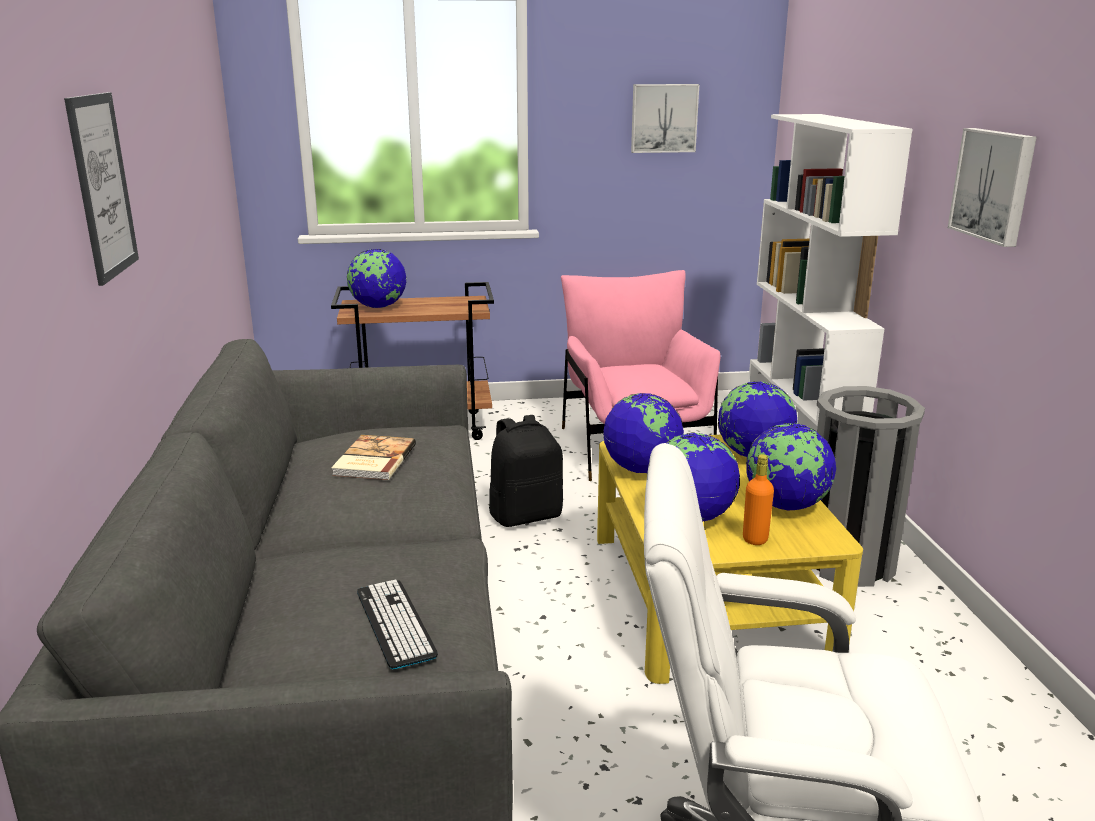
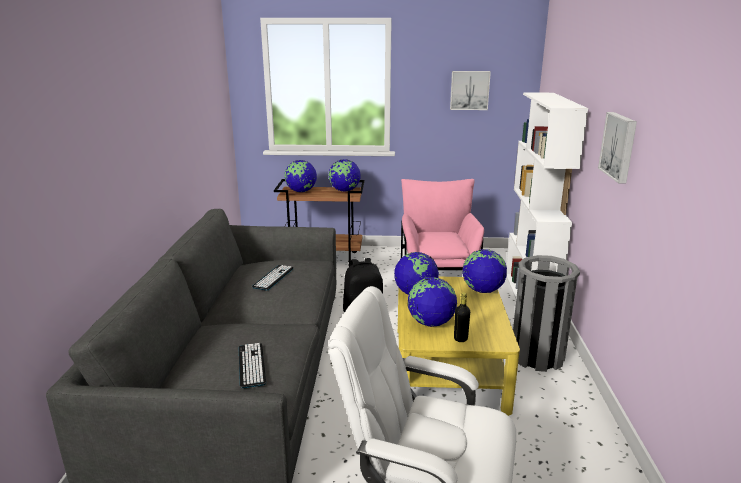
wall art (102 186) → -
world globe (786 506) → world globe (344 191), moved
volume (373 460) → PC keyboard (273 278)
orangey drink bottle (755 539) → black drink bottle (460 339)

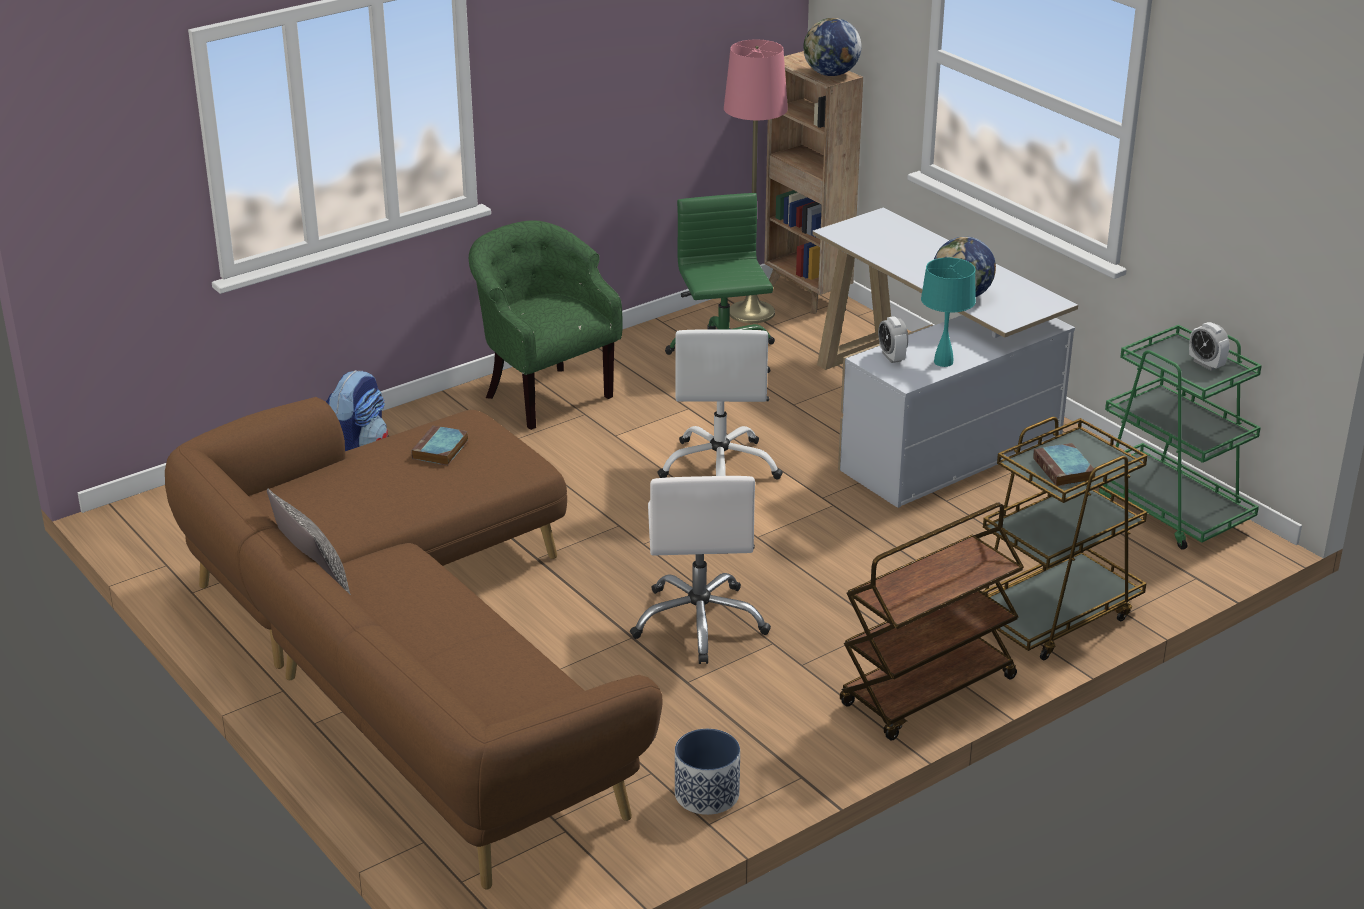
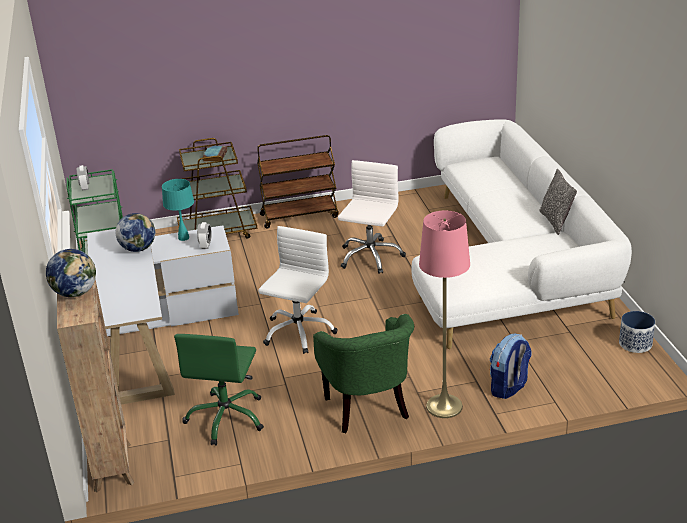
volume (440 450) → -
plant pot (706 794) → plant pot (635 344), moved
pinkish standard lamp (751 312) → pinkish standard lamp (444 406), moved
brownish settee (410 660) → white settee (511 264)

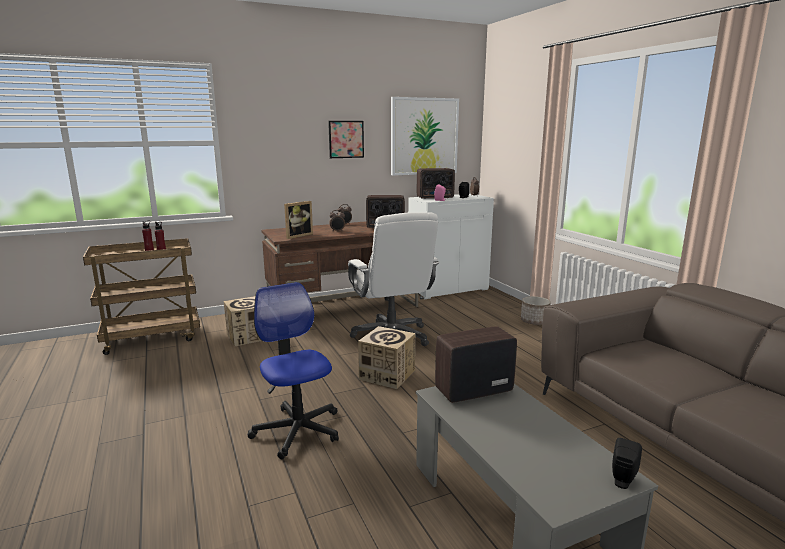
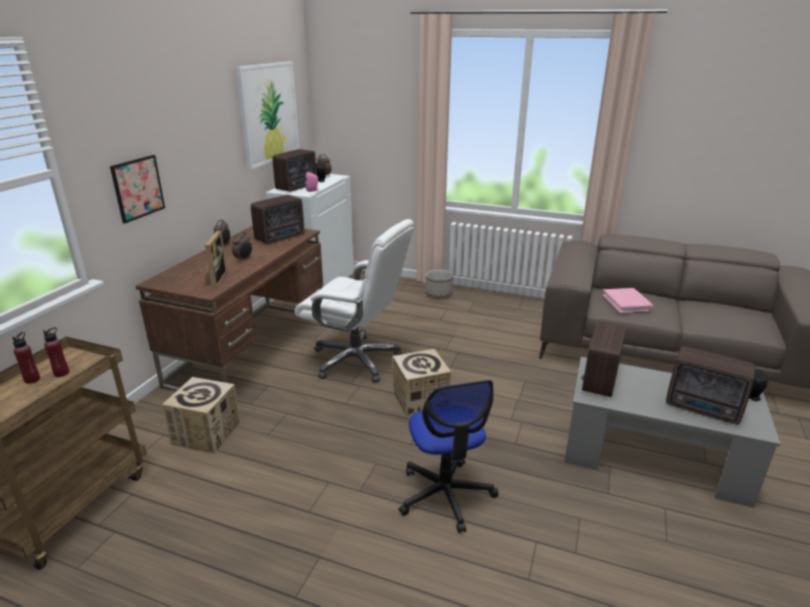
- → pinkish volume (627 303)
- → radio (704 409)
wall art (346 139) → wall art (138 188), moved
office chair (297 430) → office chair (445 495), 120 degrees counterclockwise

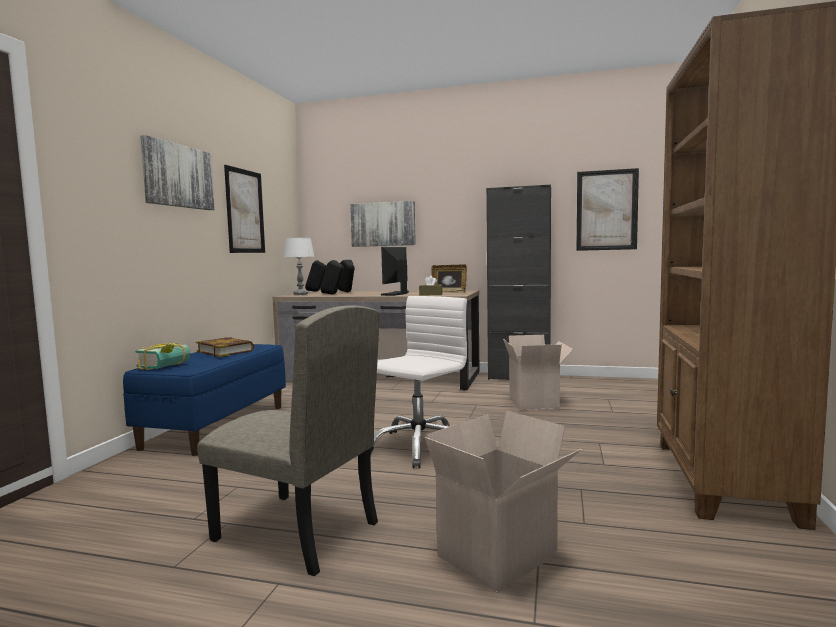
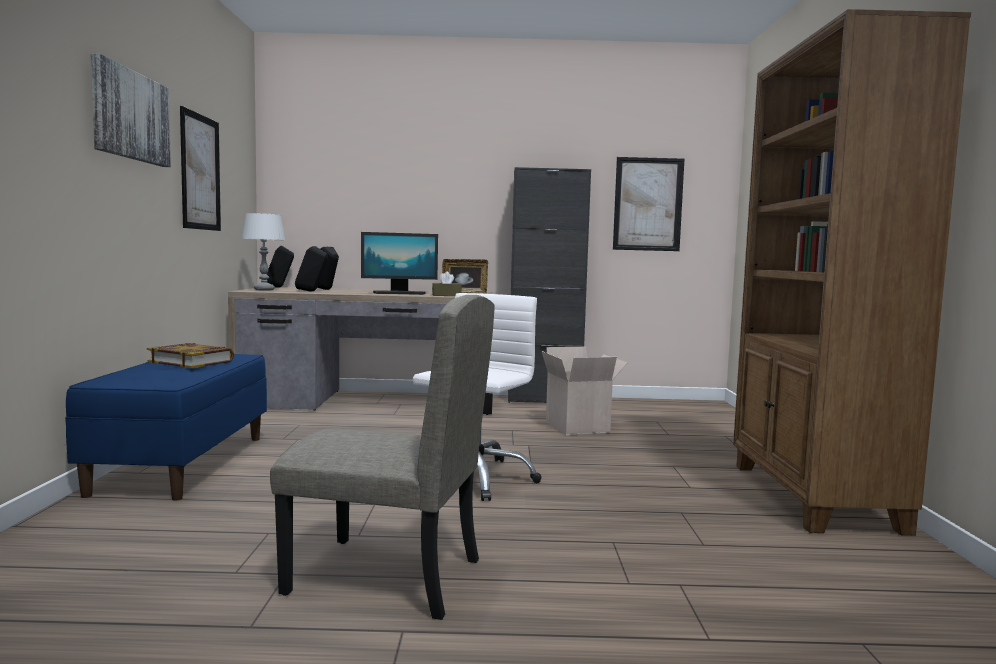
volume (167 366) → -
wall art (383 224) → -
cardboard box (499 557) → -
computer screen (396 294) → computer screen (399 293), 105 degrees counterclockwise

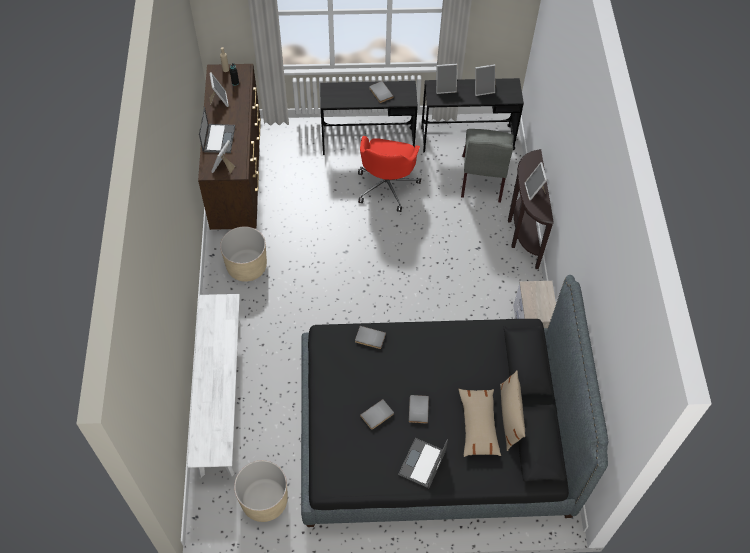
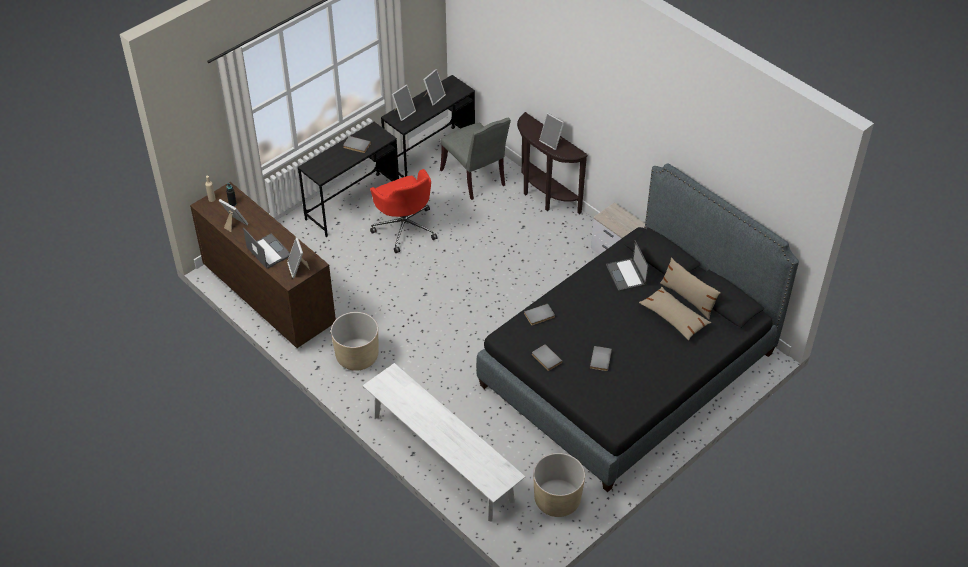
portable computer (422 463) → portable computer (626 275), moved
grey volume (417 409) → grey volume (545 359), moved

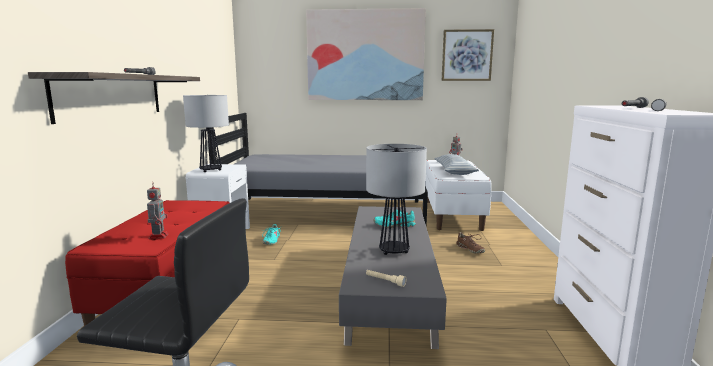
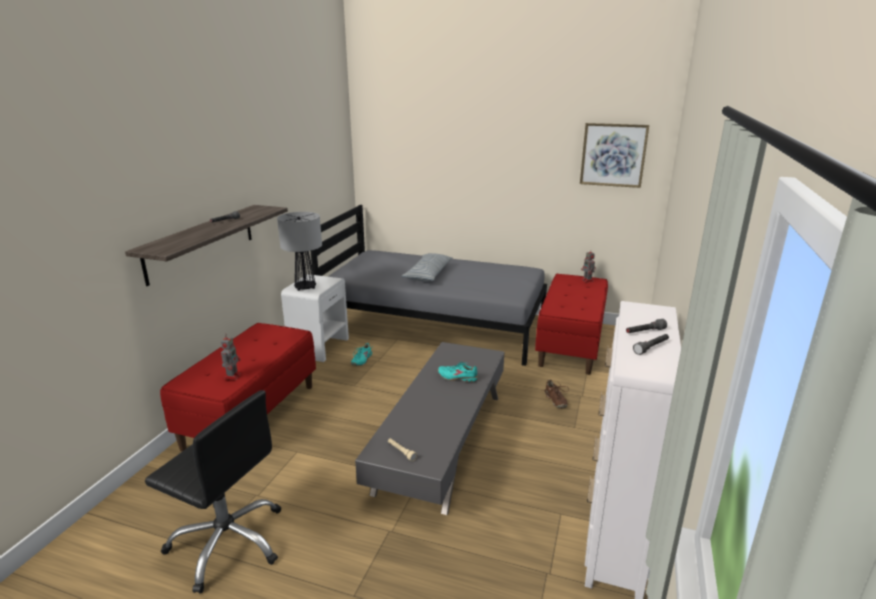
wall art (365 55) → -
tabletop lamp (394 251) → -
cushion (454 171) → cushion (428 274), moved
white long seat (452 214) → red-coloured long seat (570 344)

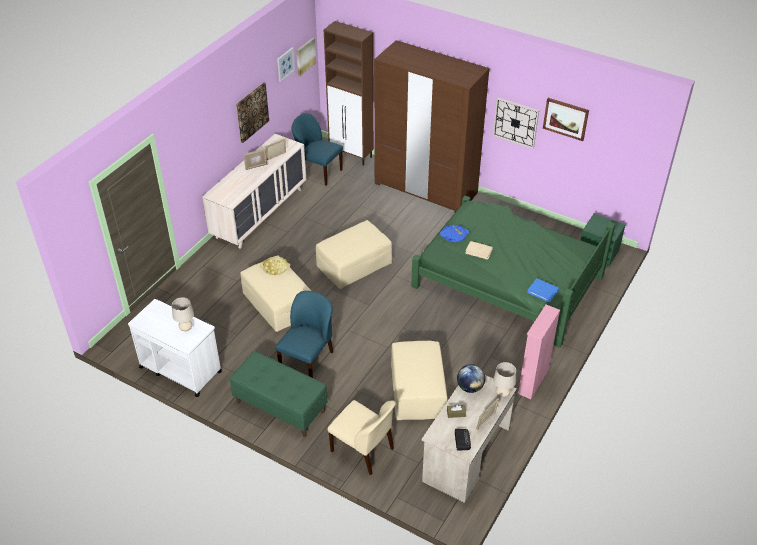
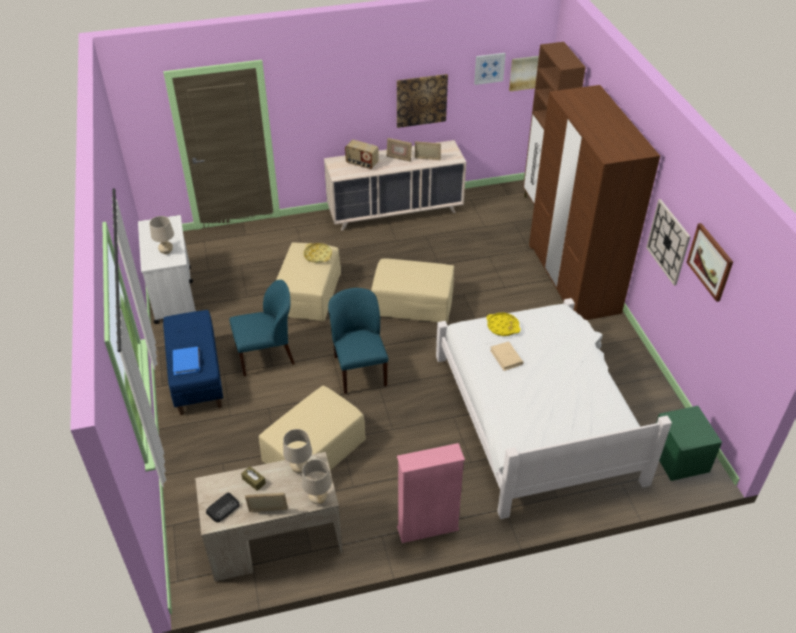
sand-coloured chair (363 450) → -
- → radio (361 164)
bluish chair (318 172) → bluish chair (359 370), moved
bluish volume (542 291) → bluish volume (187 362), moved
world globe (470 387) → sand-coloured tabletop lamp (299 468)
greenish long seat (280 407) → bluish long seat (196 377)
greenish bedroom bed (507 280) → white bedroom bed (536 415)
bluish serving tray (454 235) → yellowish serving tray (503 327)

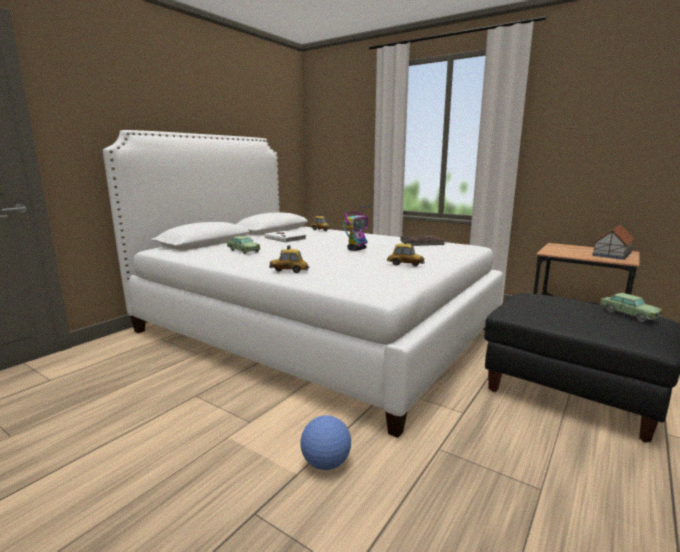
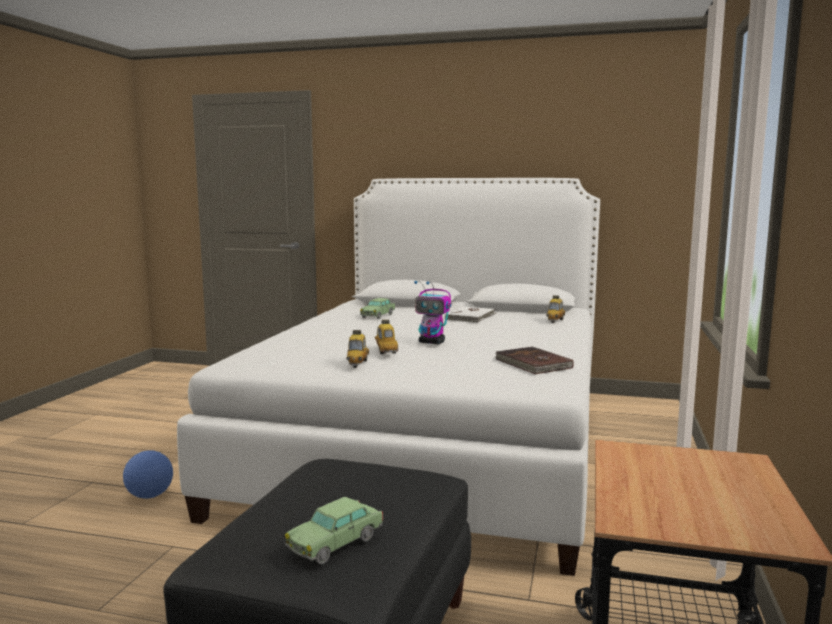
model house (612 254) → -
miniature car (289 271) → miniature car (385 351), moved

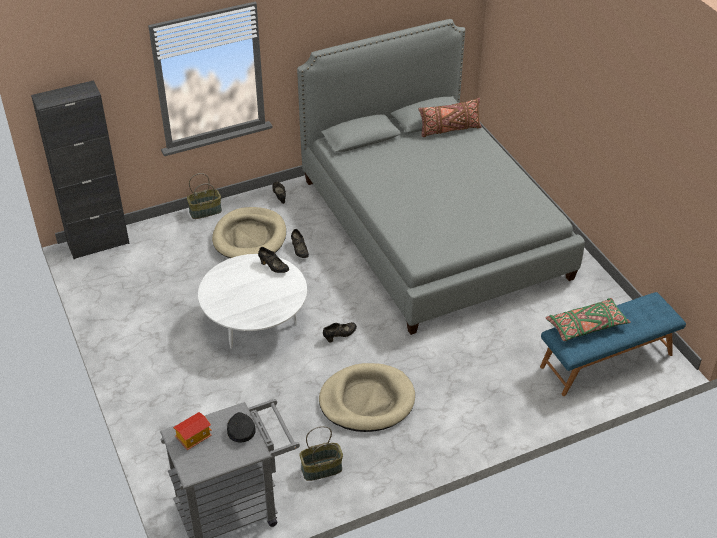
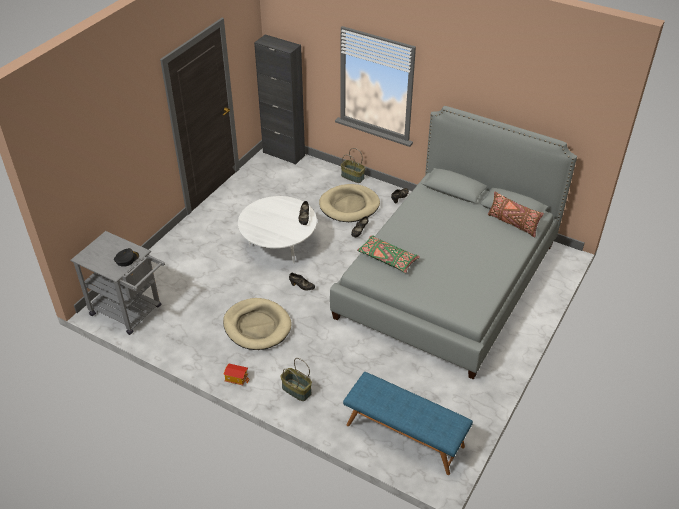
model house (193 437) → model house (237 378), moved
basket (321 469) → basket (296 390), moved
greenish cushion (586 326) → greenish cushion (387 258), moved

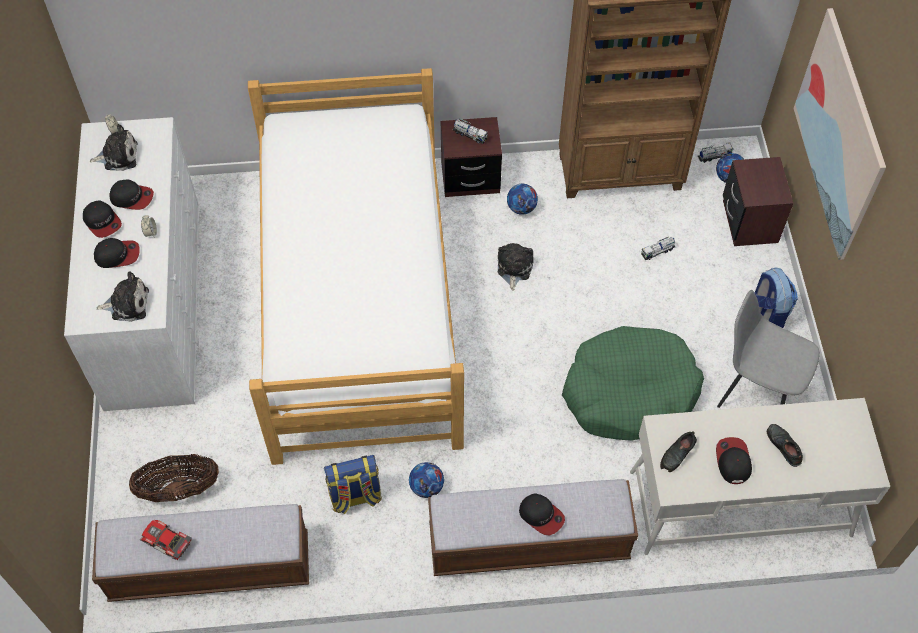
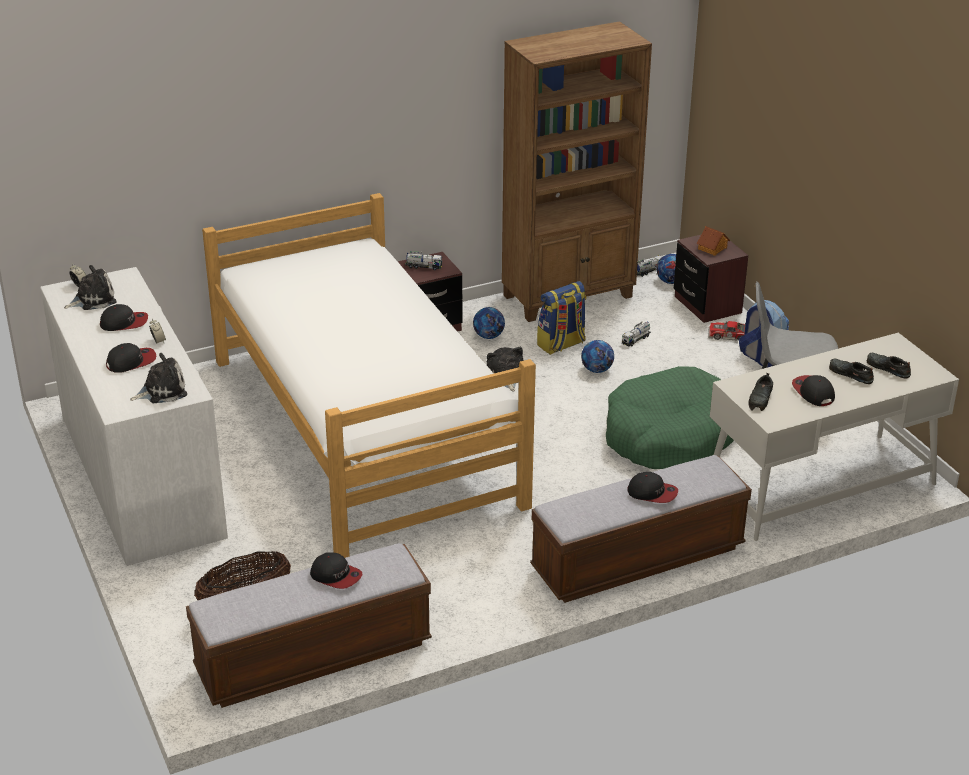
wall art (839 134) → -
- → model house (712 248)
- → black item of footwear (887 368)
baseball cap (102 222) → baseball cap (336 576), moved
miniature car (166 542) → miniature car (728 336), moved
knapsack (355 496) → knapsack (561 345), moved
ball for football (426 487) → ball for football (597 370), moved

